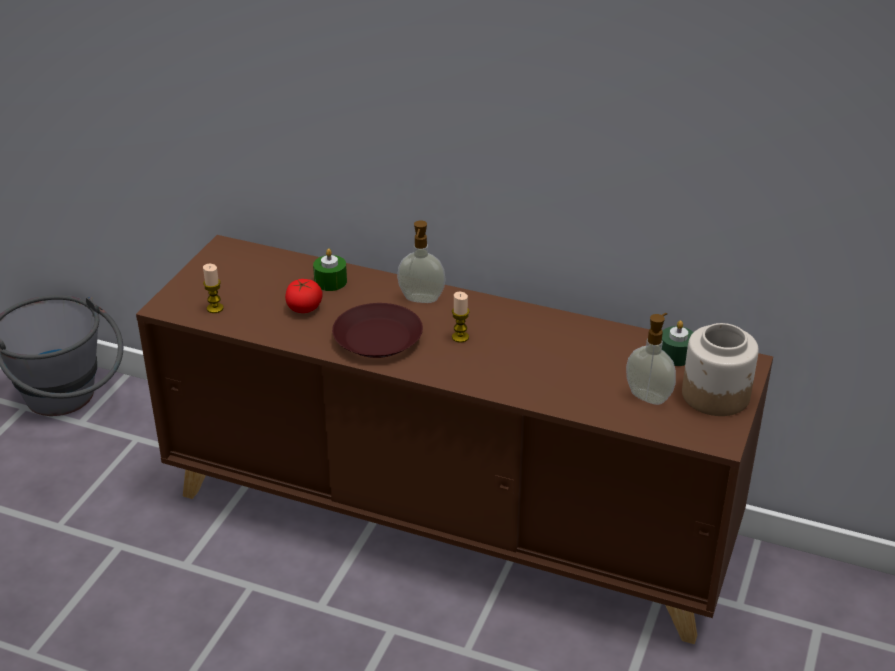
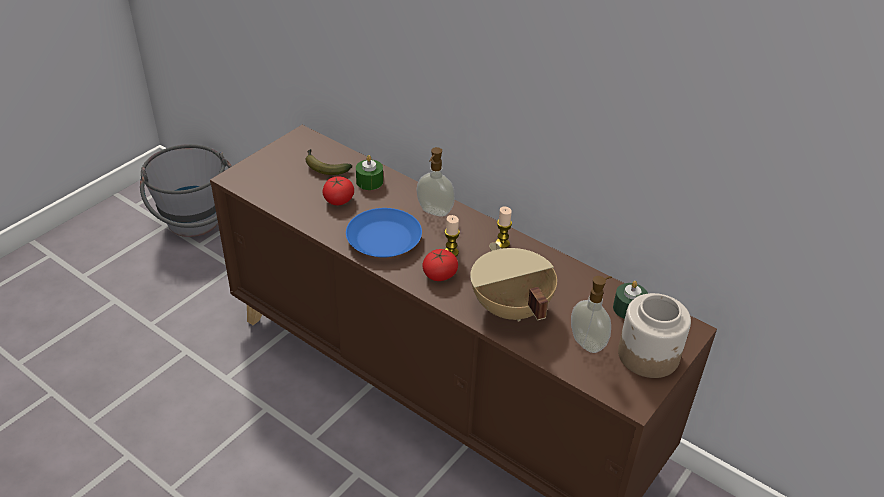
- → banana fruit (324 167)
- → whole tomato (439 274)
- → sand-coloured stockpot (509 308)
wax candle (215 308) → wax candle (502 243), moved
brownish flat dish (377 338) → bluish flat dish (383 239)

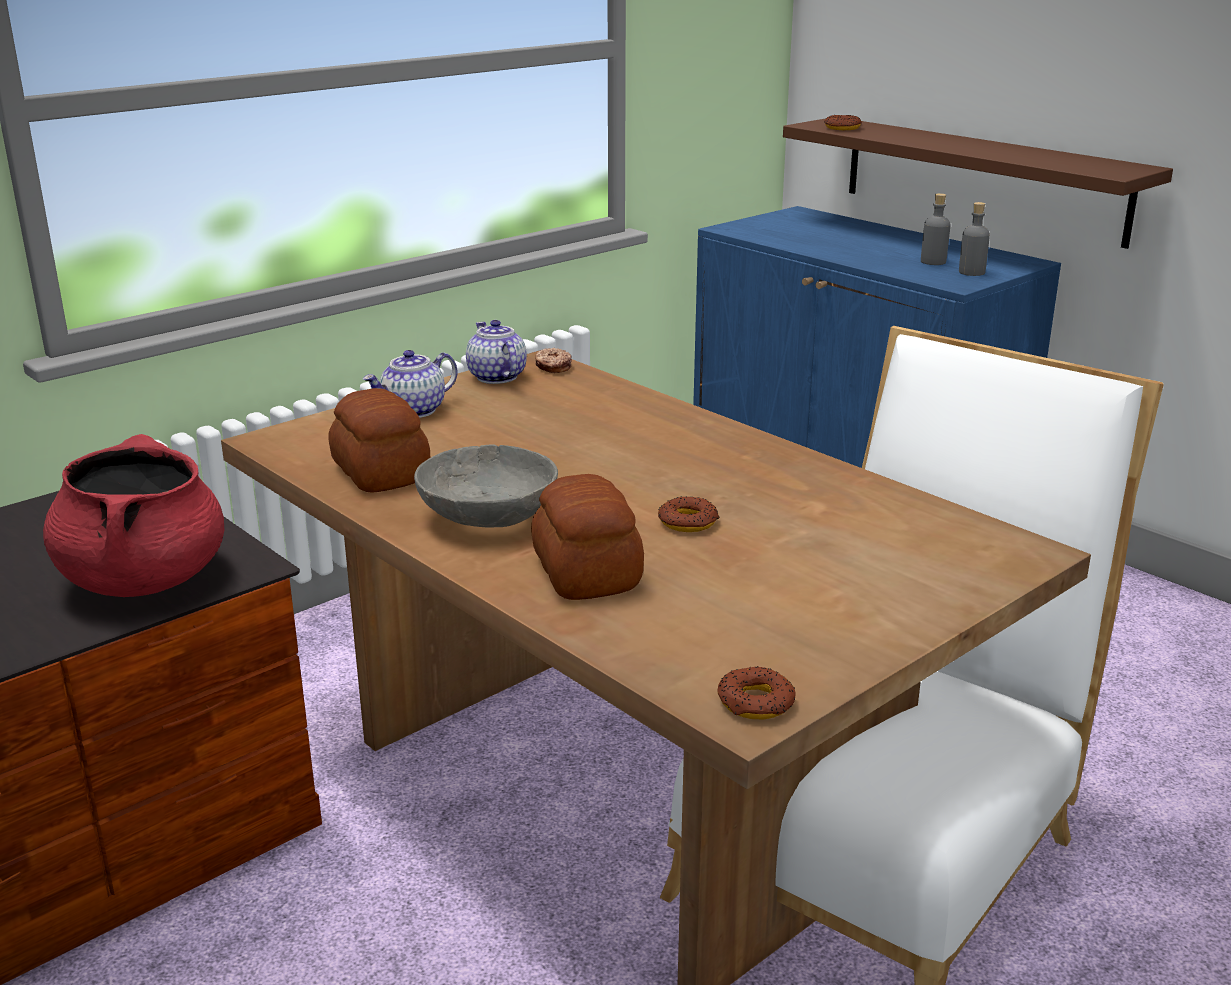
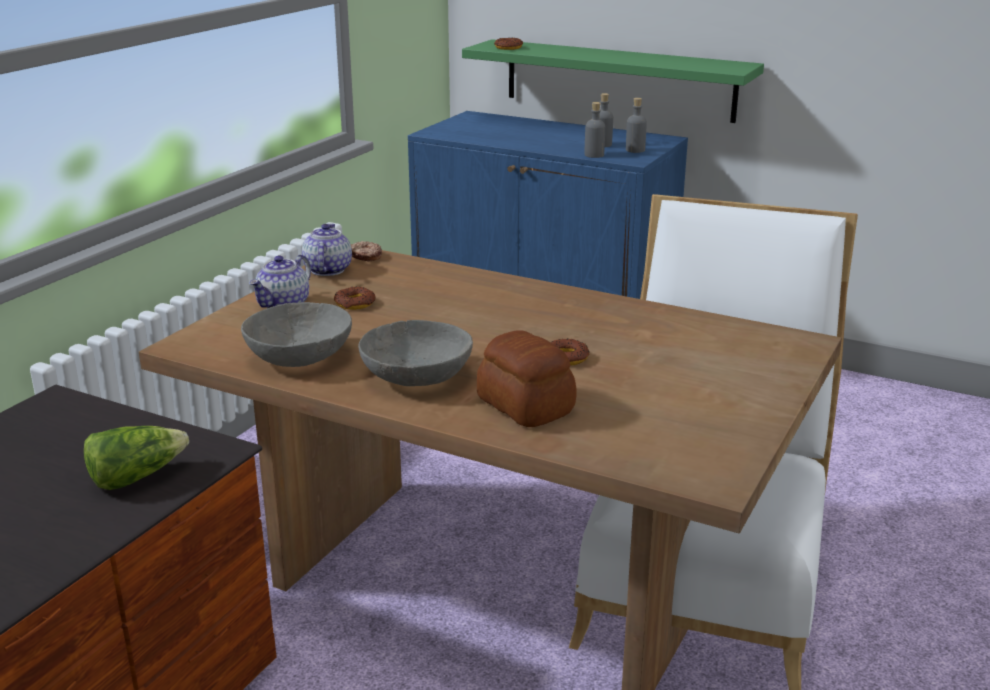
- → grey drink bottle (594 155)
donut (756 702) → donut (355 303), moved
red-coloured stockpot (144 579) → head of lettuce (136 477)
bread (380 473) → grey deep dish (300 357)
brownish shelf (982 179) → greenish shelf (618 80)
pot for tea (495 377) → pot for tea (327 270), 45 degrees clockwise

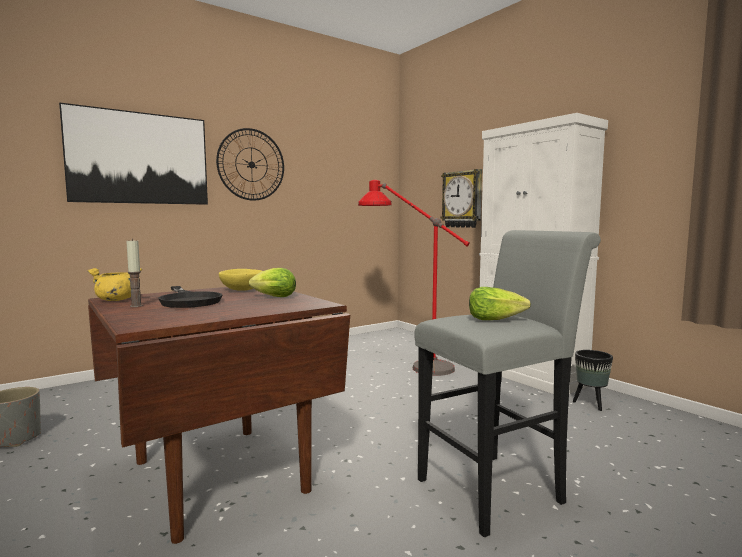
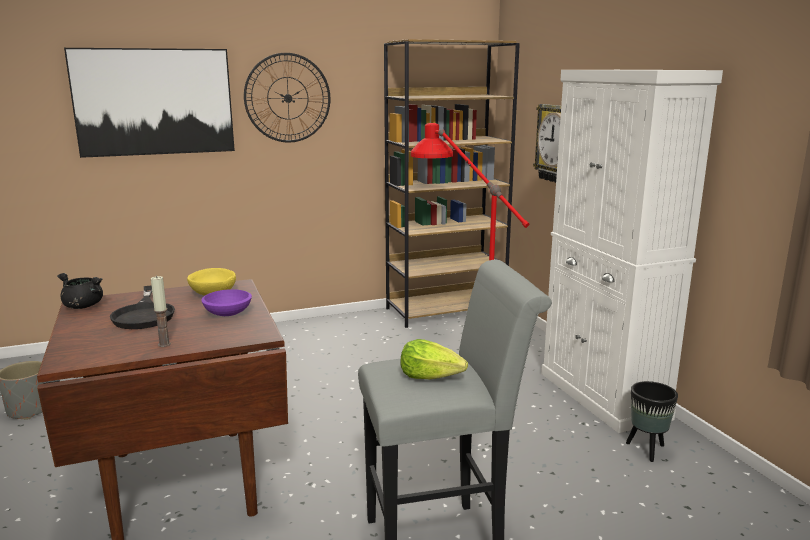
- → brownish shelving unit (446 310)
wax candle (136 306) → wax candle (164 344), moved
head of lettuce (272 297) → purple deep dish (228 314)
yellowish stockpot (116 300) → black stockpot (82 306)

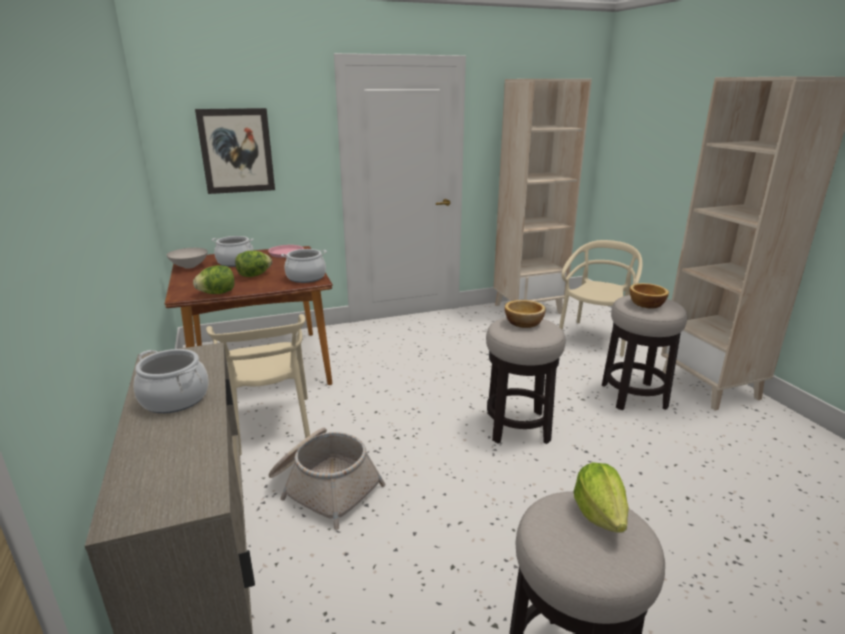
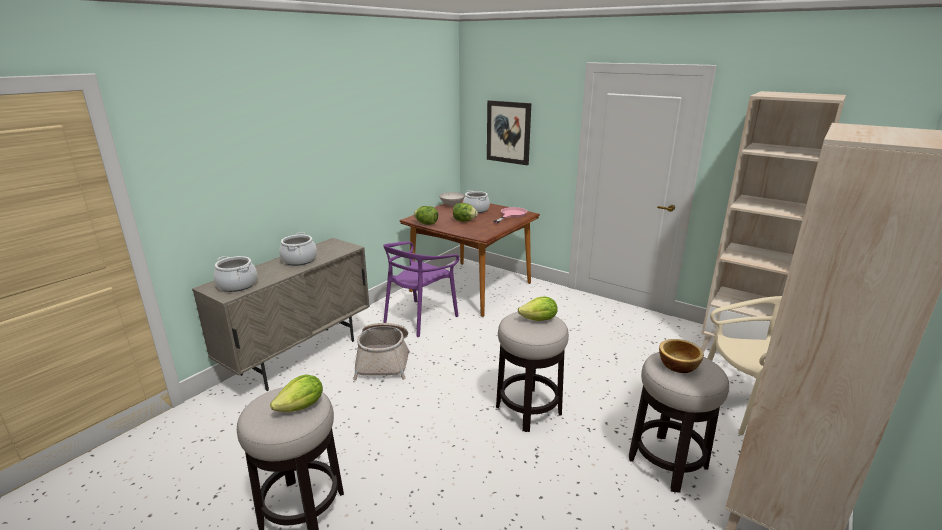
stockpot (306 277) → stockpot (237 285), moved
deep dish (524 322) → head of lettuce (539 320)
sand-coloured chair (270 424) → purple chair (420 318)

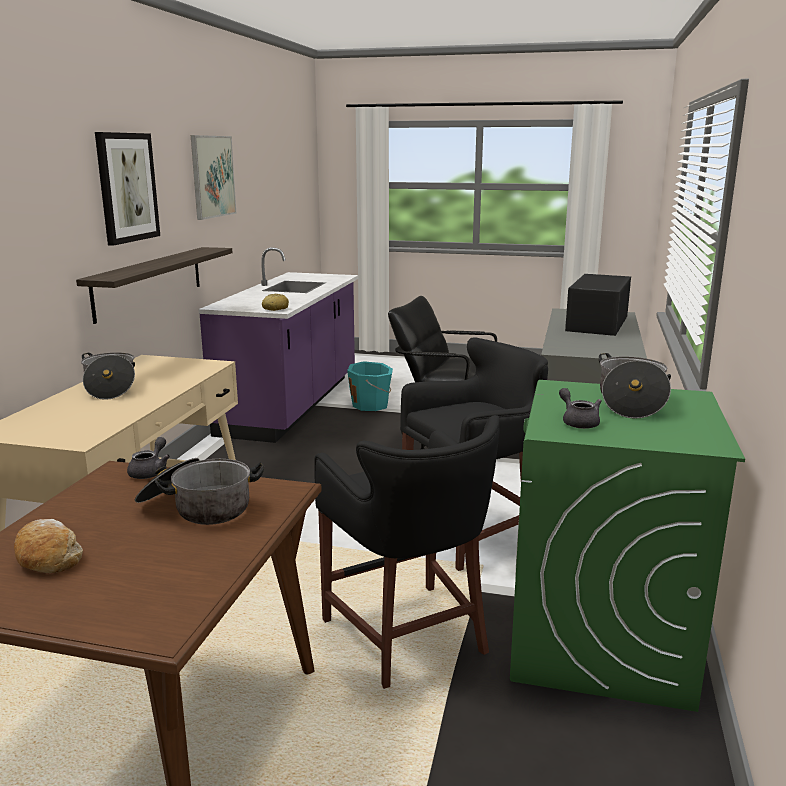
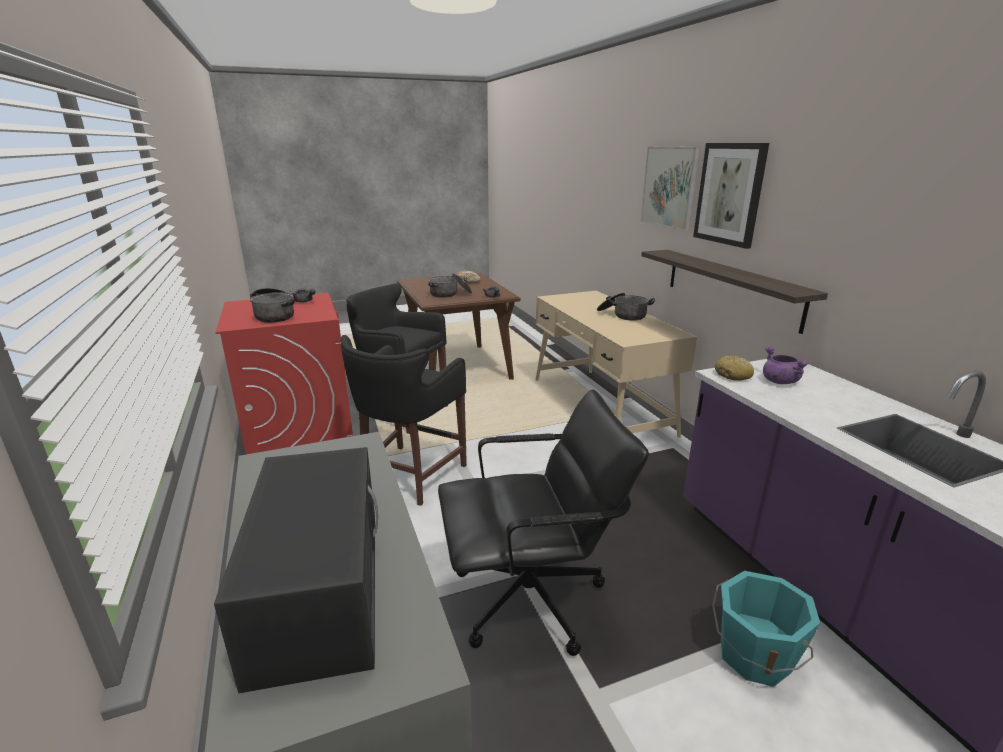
- → purple stockpot (779 381)
wall art (212 176) → wall art (669 187), moved
greenish laundry machine (600 639) → red-coloured laundry machine (301 440)

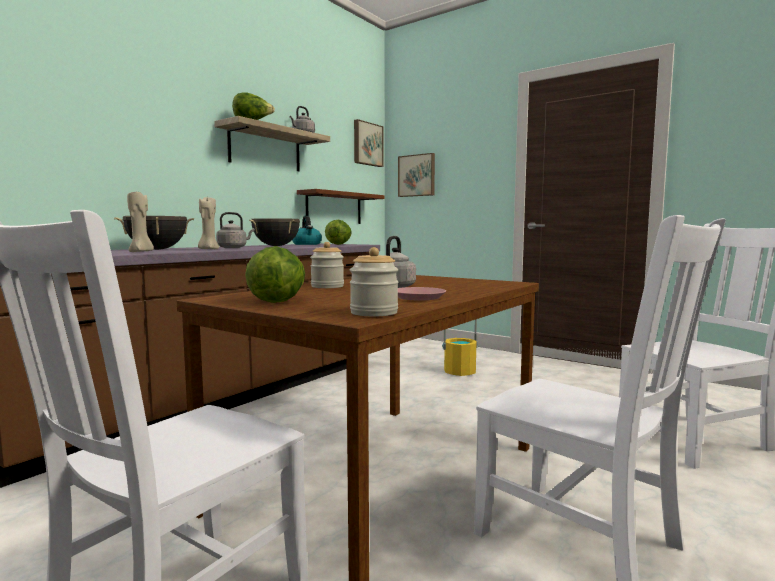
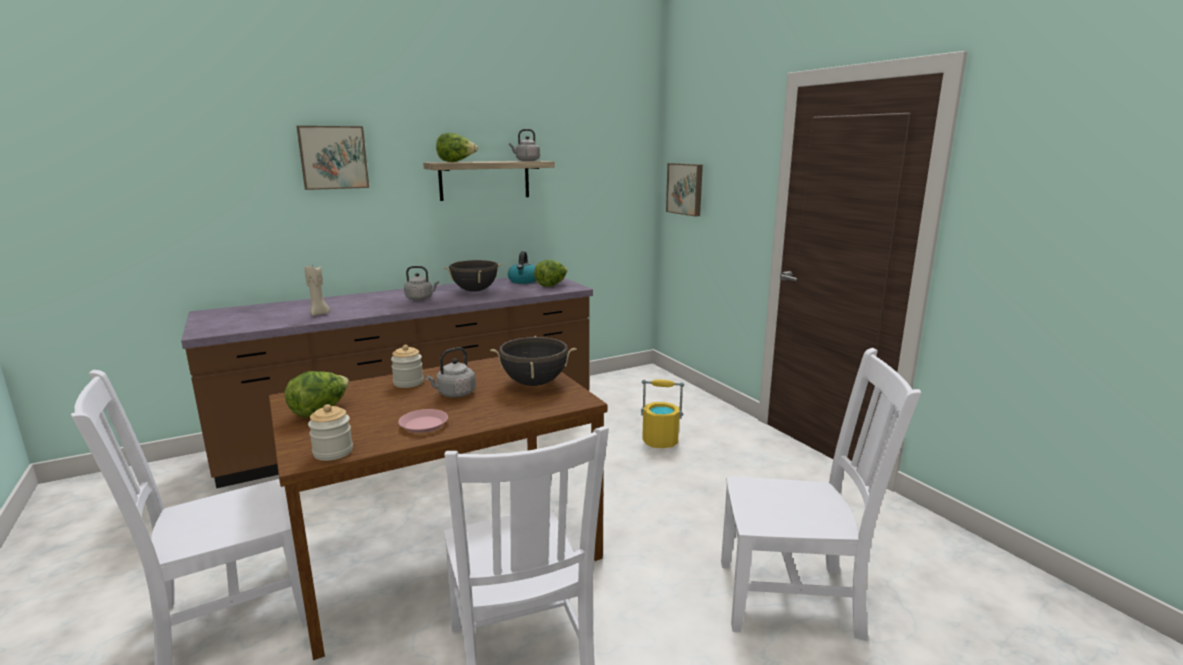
sand-coloured wax candle (208 249) → -
brownish shelf (334 208) → -
black stockpot (156 249) → black stockpot (534 383), moved
wall art (367 144) → wall art (333 157), moved

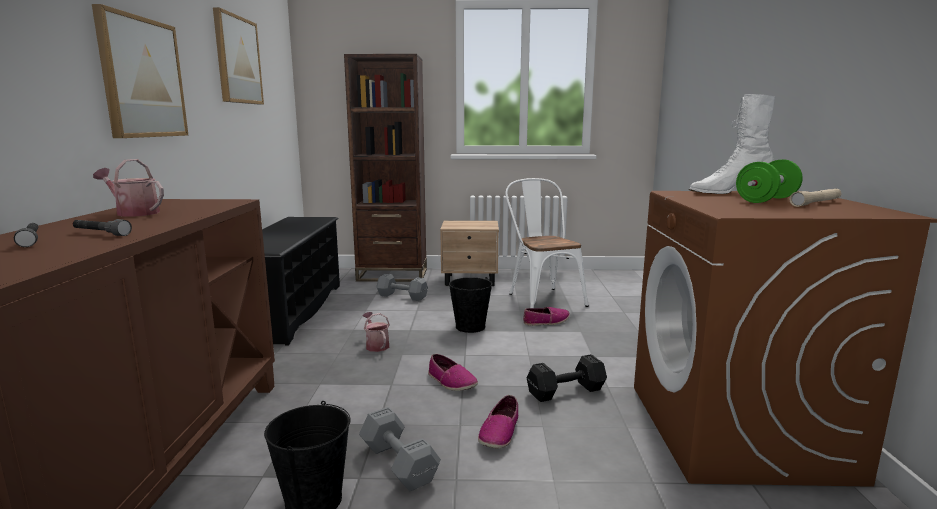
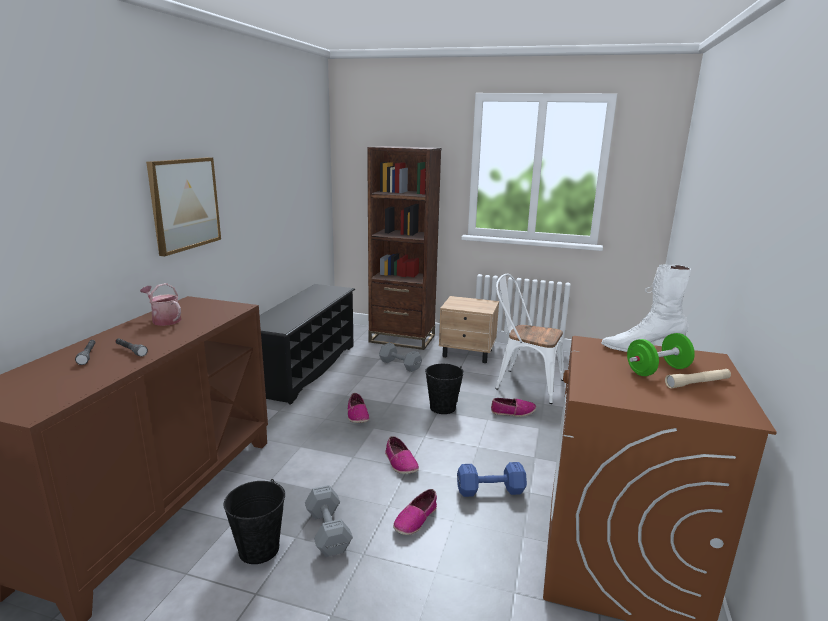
wall art (237 60) → -
sprinkling can (376 345) → item of footwear (357 415)
black free weight (568 391) → bluish free weight (492 490)
white chair (542 298) → white chair (523 384), 60 degrees counterclockwise

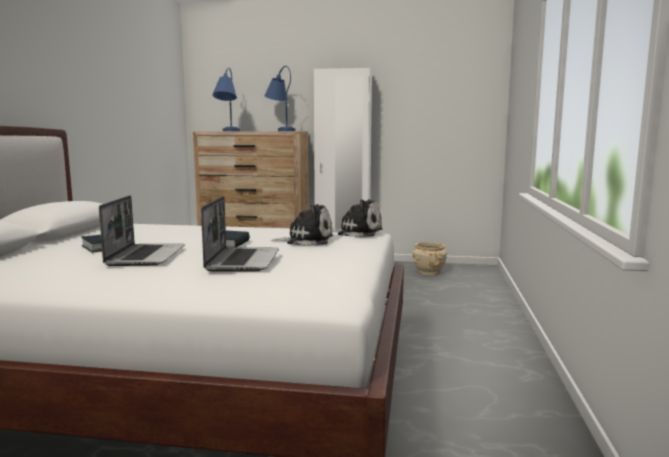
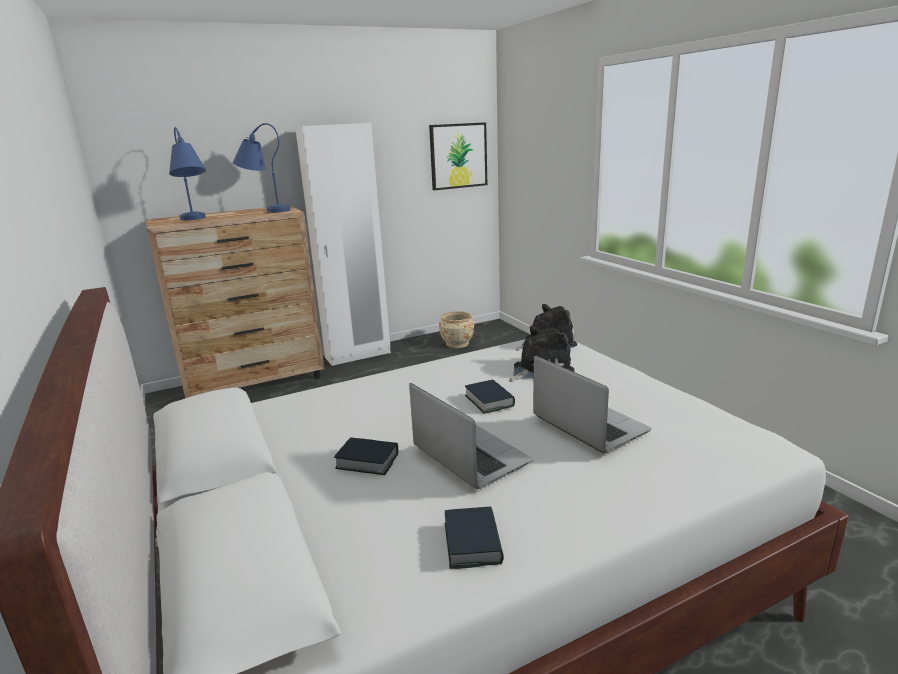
- → wall art (458 156)
- → volume (473 543)

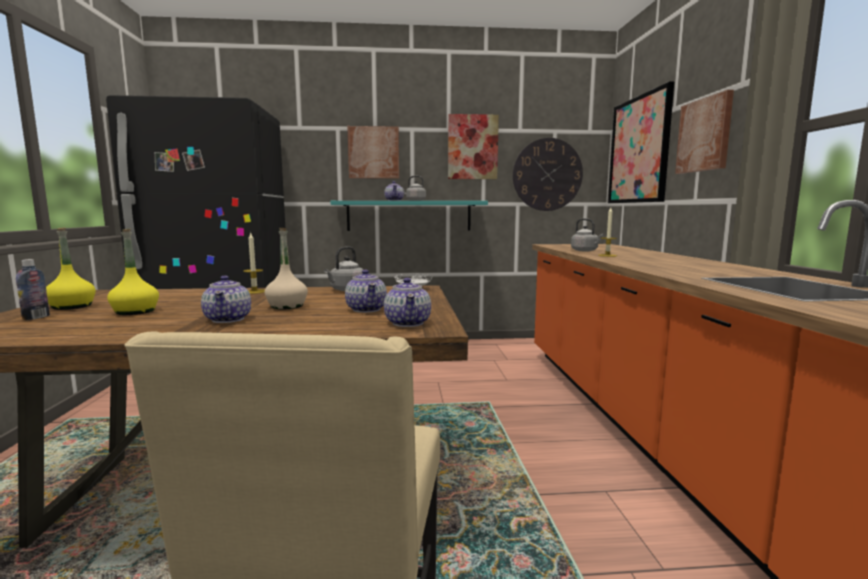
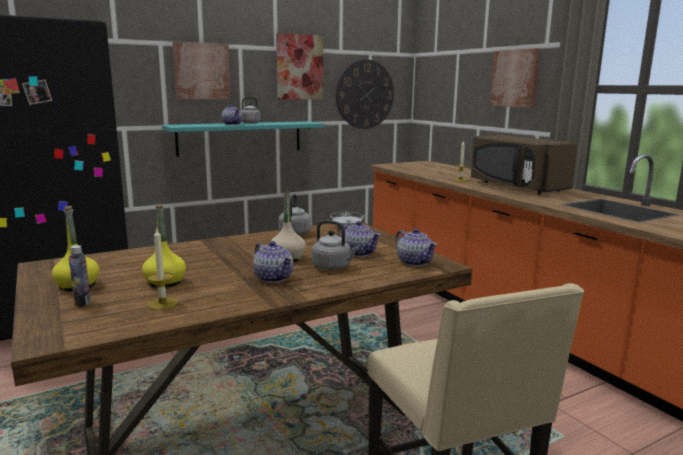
wall art (639 150) → -
- → brownish kitchen microwave (516 186)
wax candle (254 291) → wax candle (162 303), moved
grey kettle (585 251) → grey kettle (333 267), moved

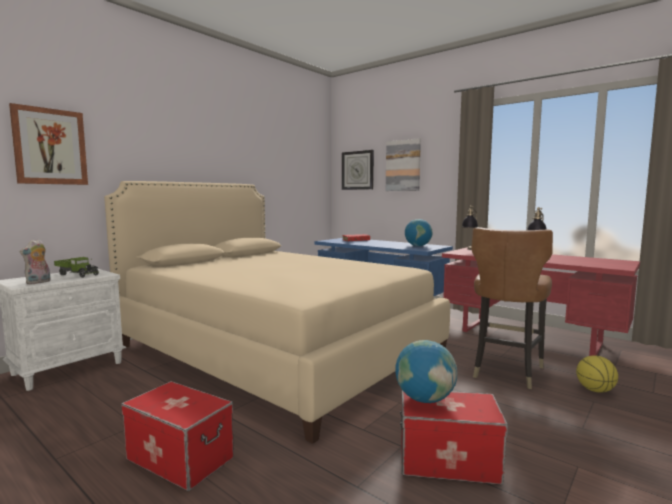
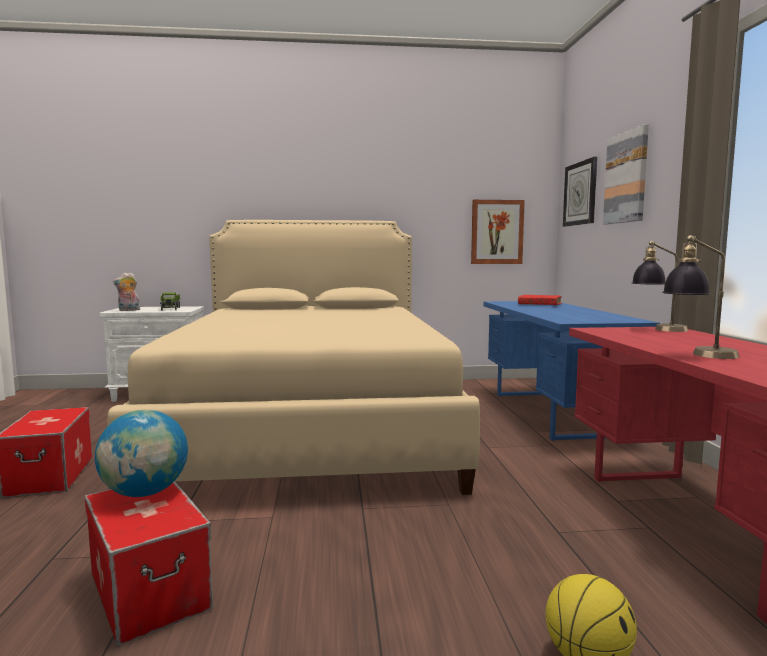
world globe (418 246) → -
brownish chair (505 370) → -
wall art (50 147) → wall art (497 232), moved

